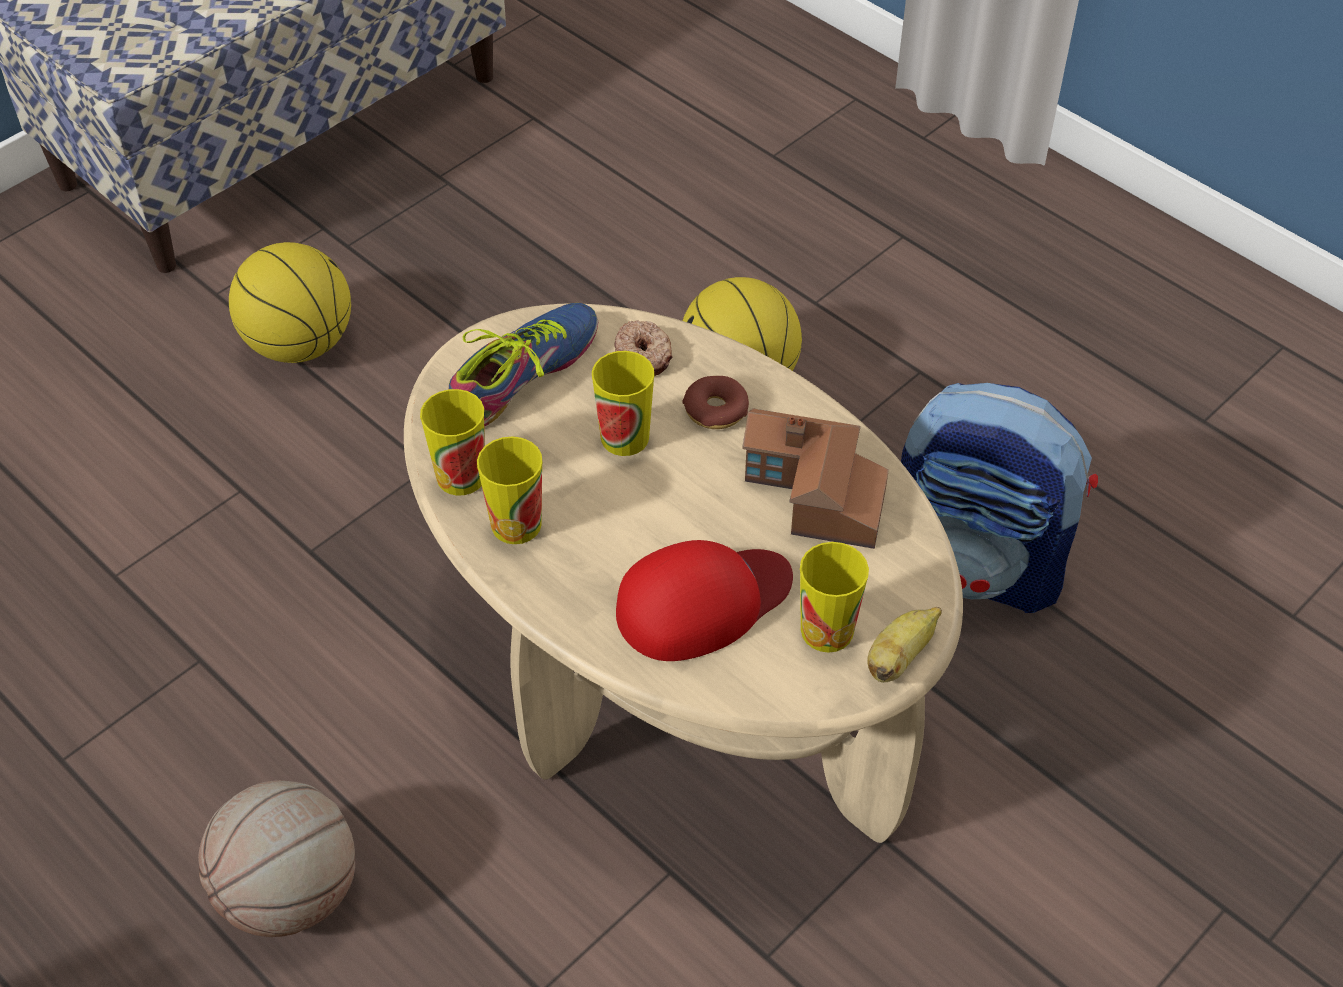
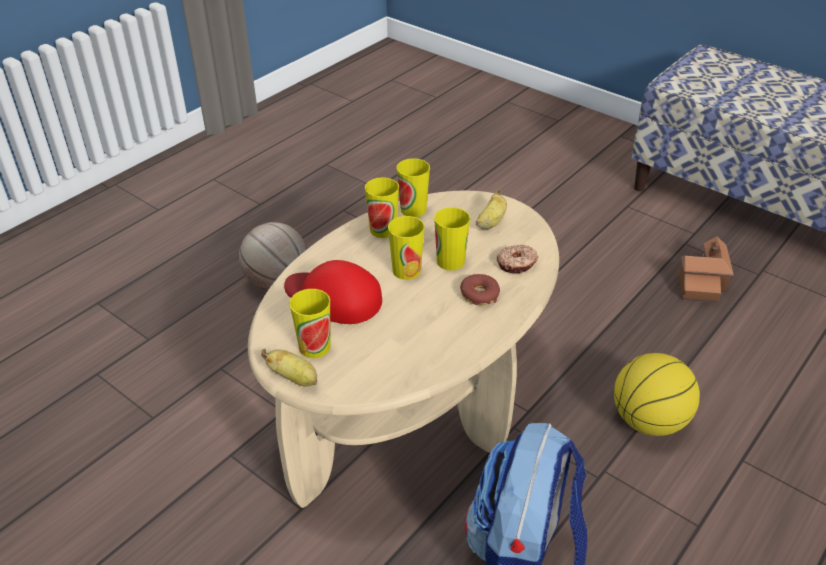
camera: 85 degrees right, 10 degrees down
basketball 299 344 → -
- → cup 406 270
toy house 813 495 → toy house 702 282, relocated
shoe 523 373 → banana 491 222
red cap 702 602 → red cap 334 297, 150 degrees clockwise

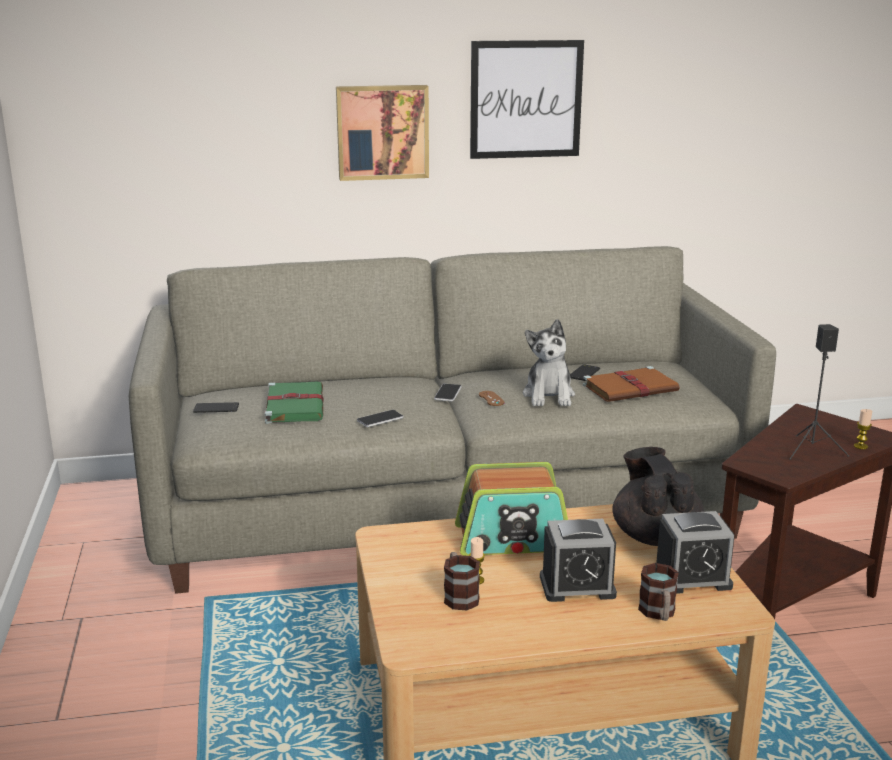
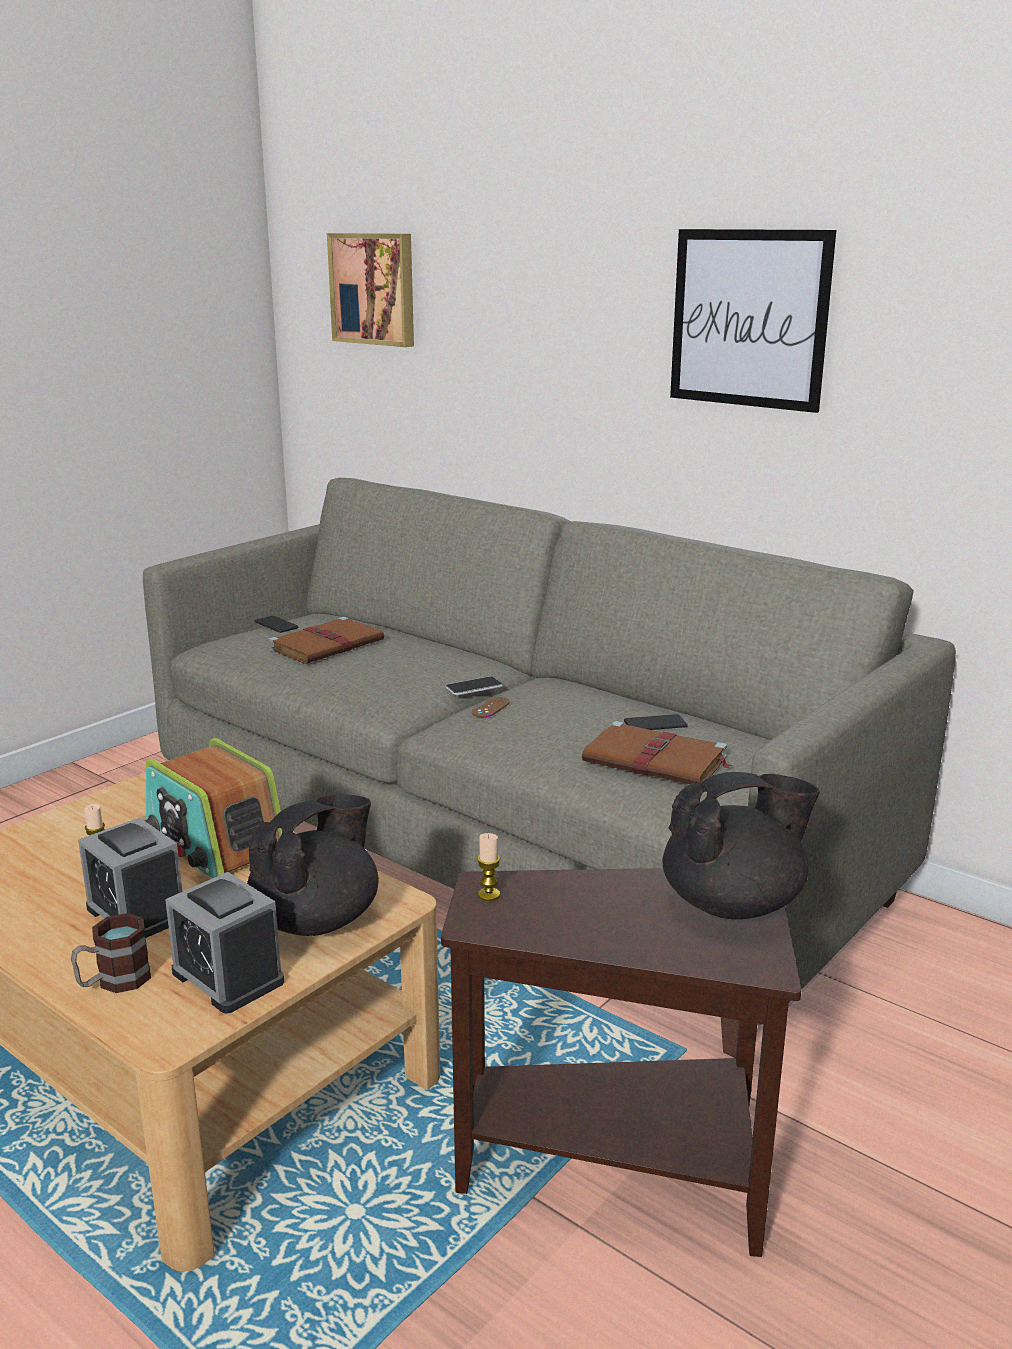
camera: 50 degrees right, 0 degrees up
phone 380 419 → -
mug 459 595 → -
plush toy 549 395 → -
black speaker 812 450 → -
- → black teapot 734 904
picture 382 132 → picture 374 289, relocated
candle 860 446 → candle 489 895, relocated
green book 294 405 → brown book 328 645

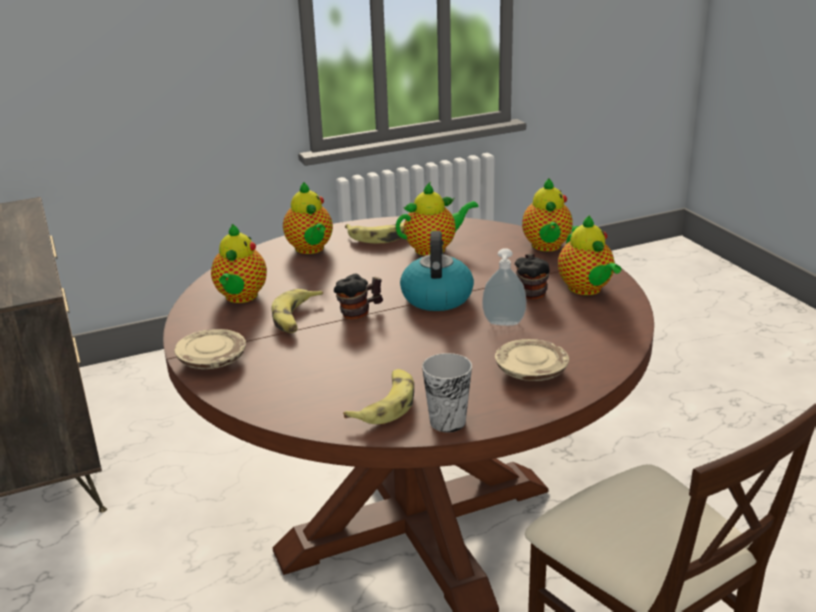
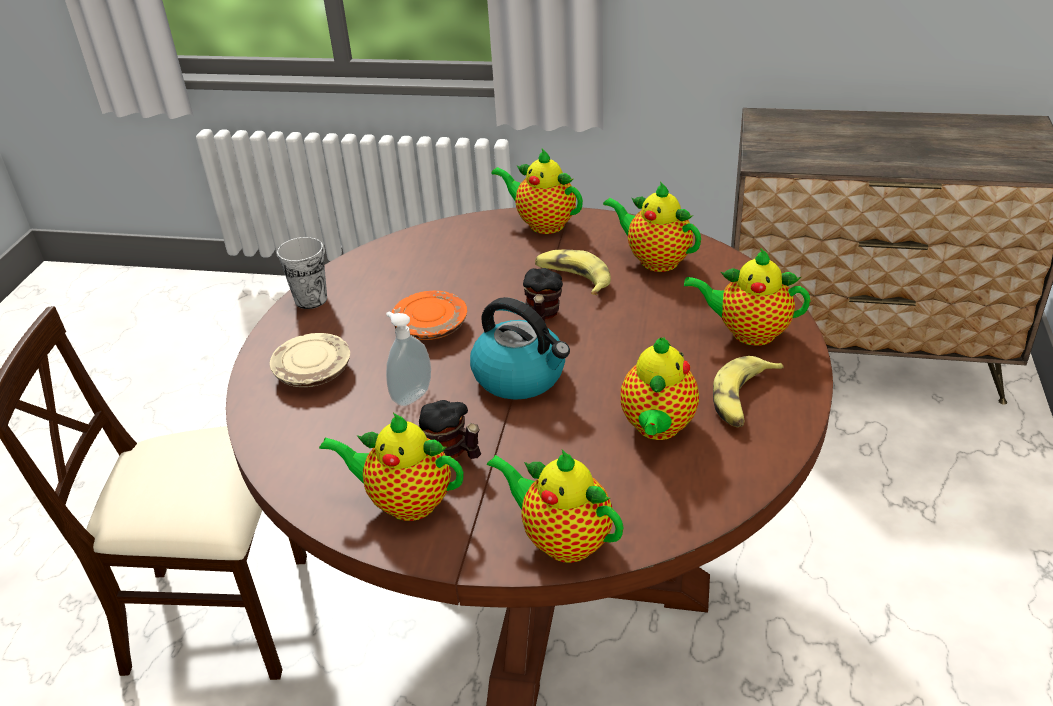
camera: 125 degrees right, 10 degrees up
banana 385 405 → -
- → orange plate 431 326
beige plate 212 360 → teapot 542 224

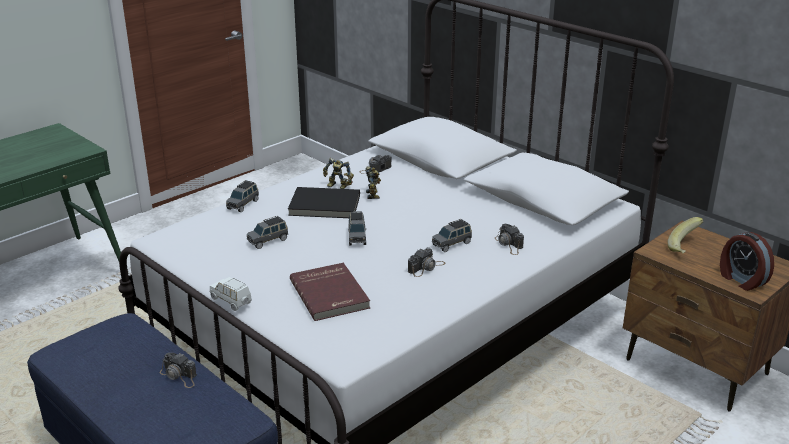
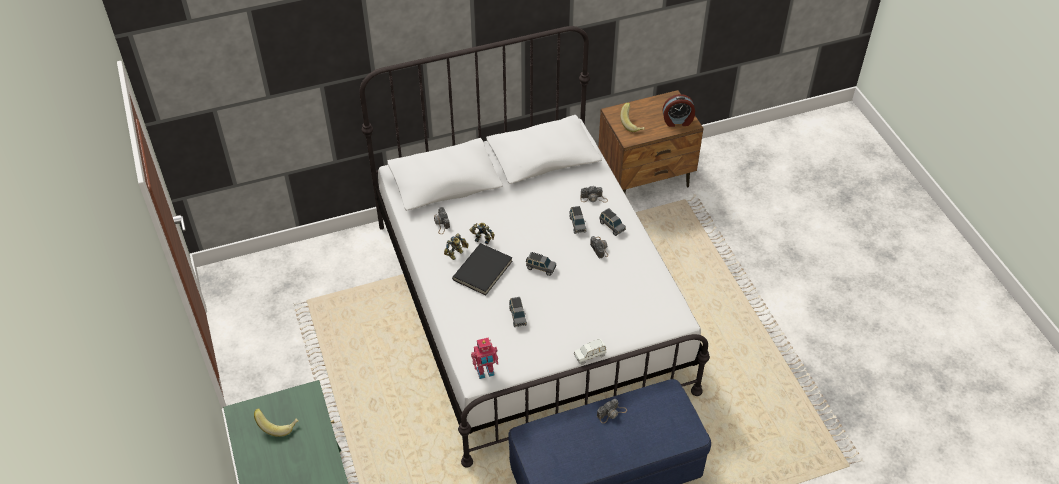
camera: 65 degrees left, 20 degrees up
red book 331 294 → -
- → banana 278 425
- → toy robot 485 372
grey toy car 243 204 → grey toy car 612 226, relocated

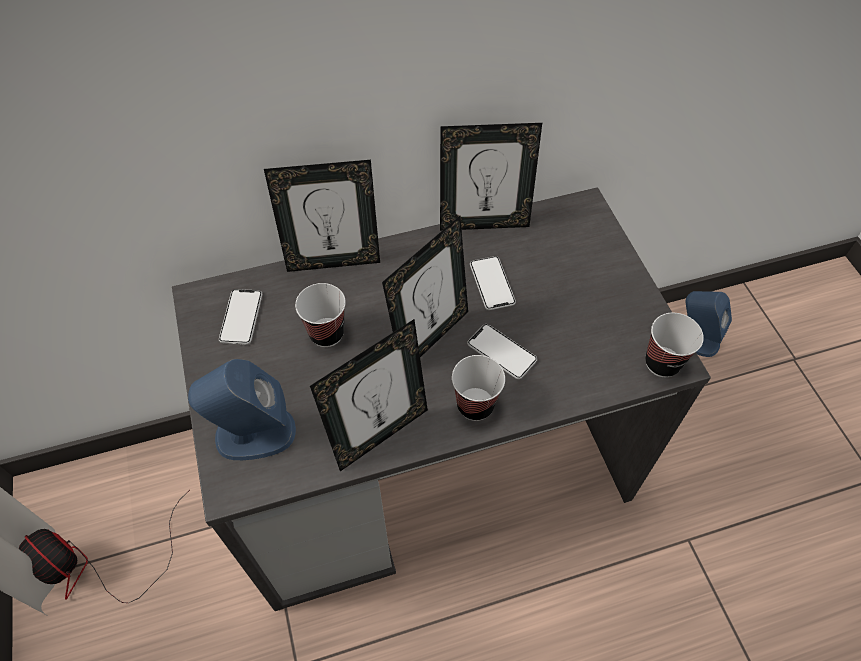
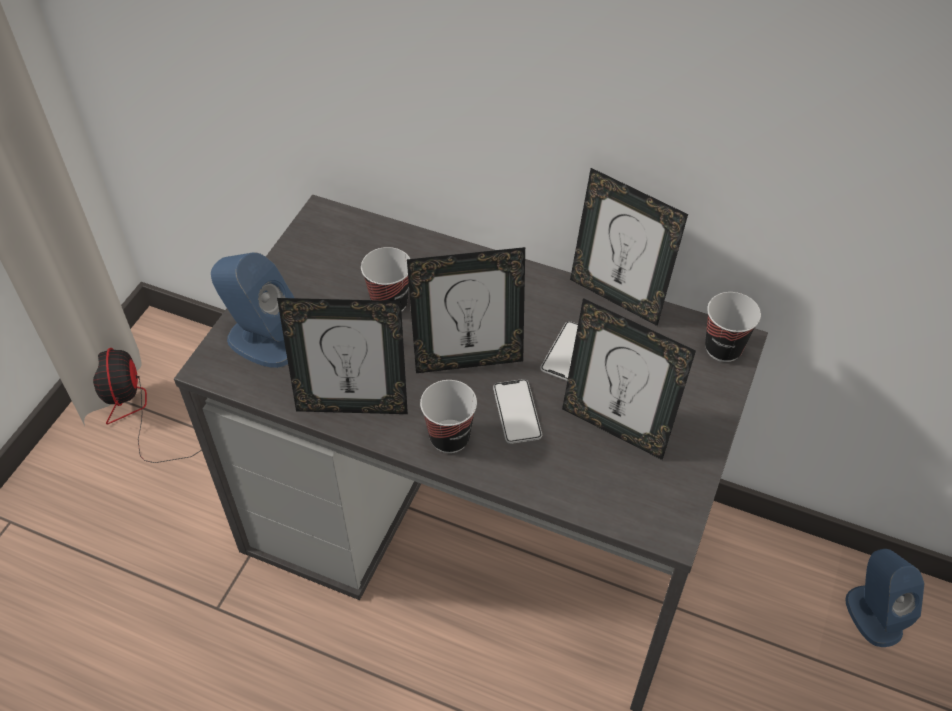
camera: 40 degrees right, 5 degrees down
phone 241 317 → -
picture frame 333 261 → picture frame 615 427, relocated
cup 662 363 → cup 723 348, relocated

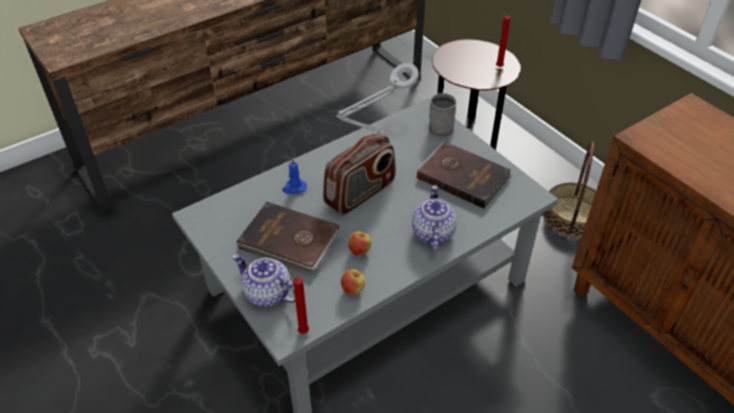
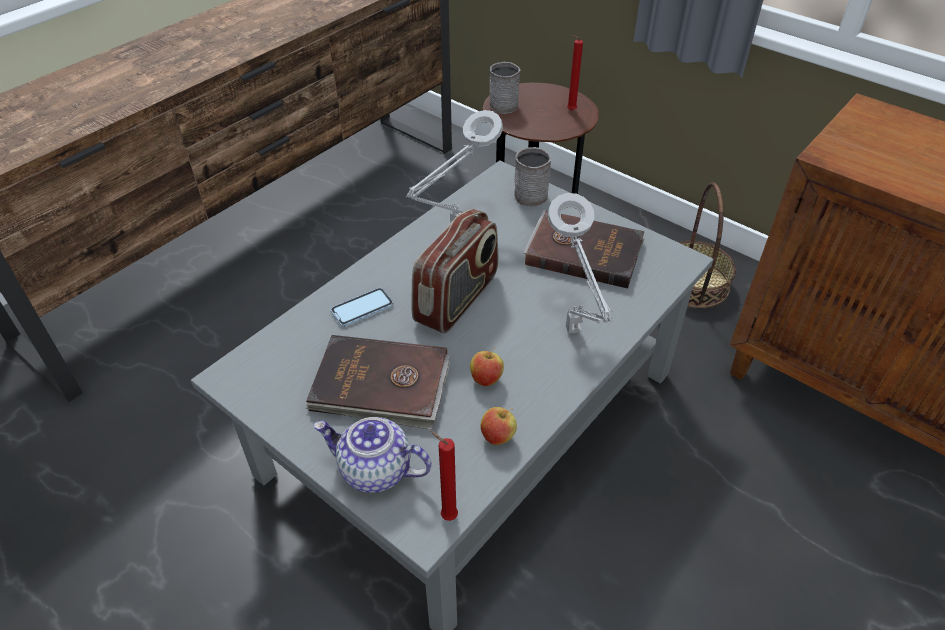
camera: 15 degrees left, 0 degrees up
- → grey mug 502 103
blue candle 294 188 → phone 362 308
teapot 432 233 → grey table lamp 574 333

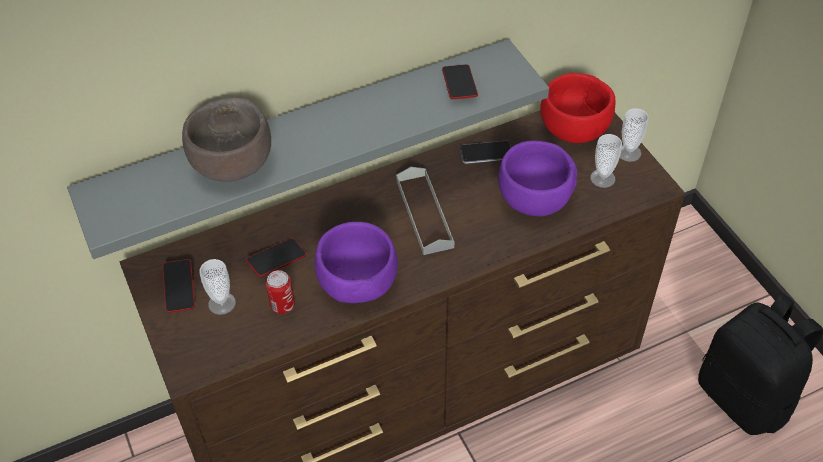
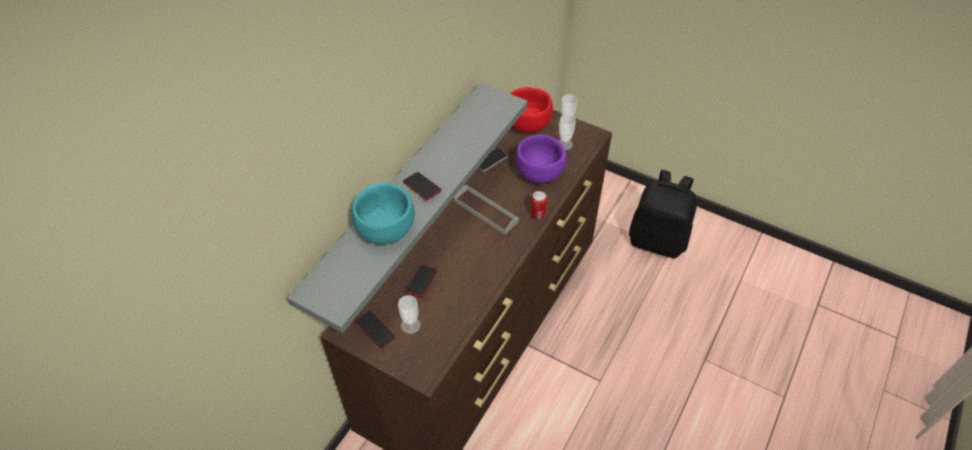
camera: 35 degrees left, 0 degrees up
purple bowl 357 285 → -
can 282 305 → can 538 214, relocated
phone 459 85 → phone 422 188, relocated
brown bowl 233 165 → turquoise bowl 386 230

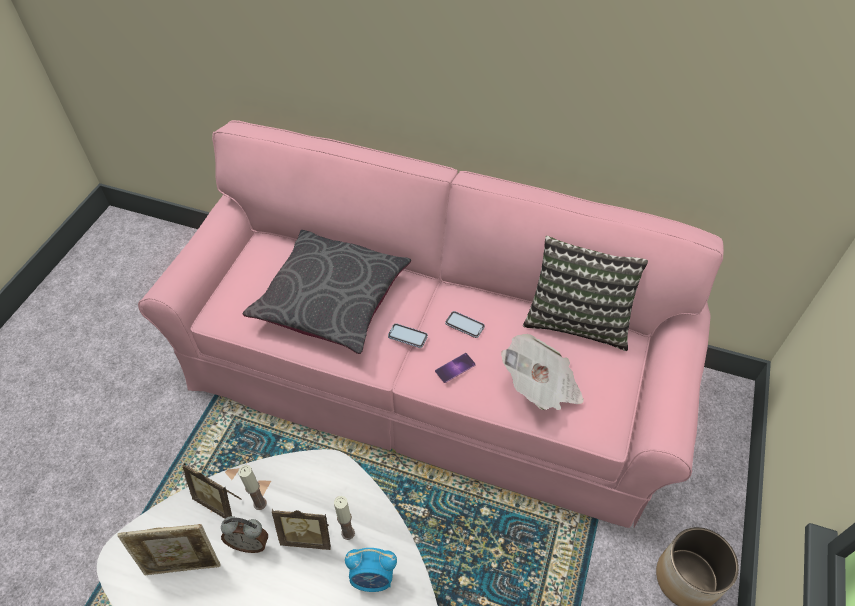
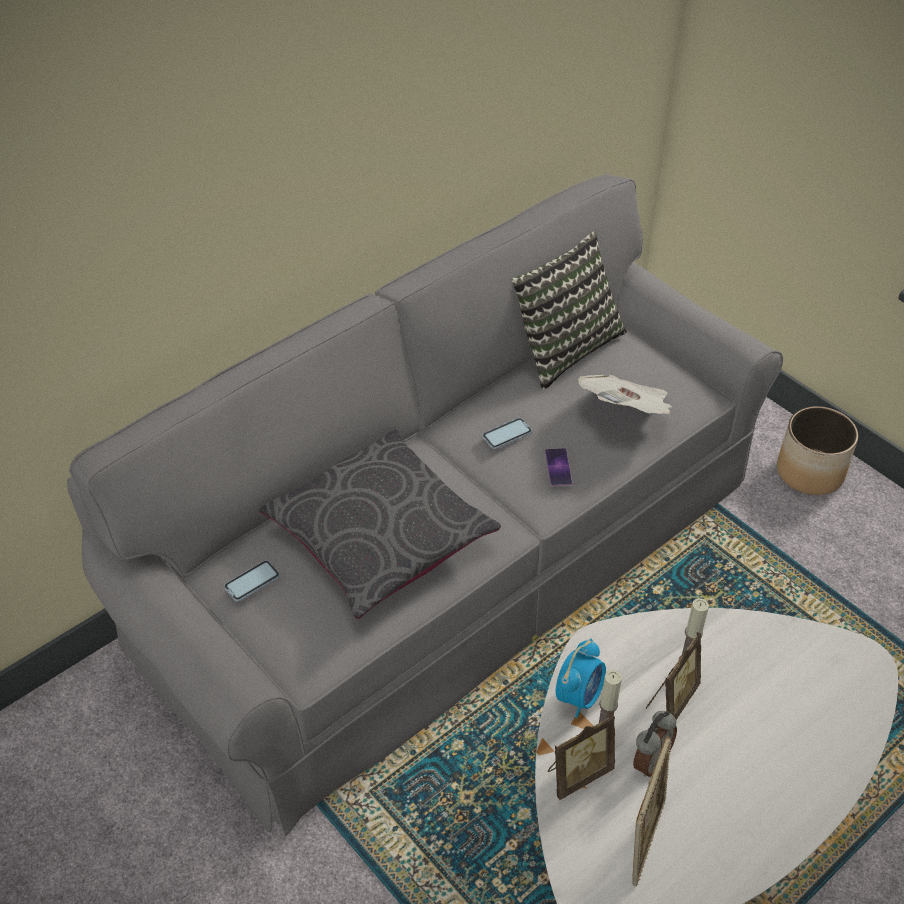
camera: 60 degrees left, 5 degrees down
alarm clock 373 578 → alarm clock 579 696, relocated
phone 407 336 → phone 252 582, relocated
pink sofa 428 375 → grey sofa 452 561

